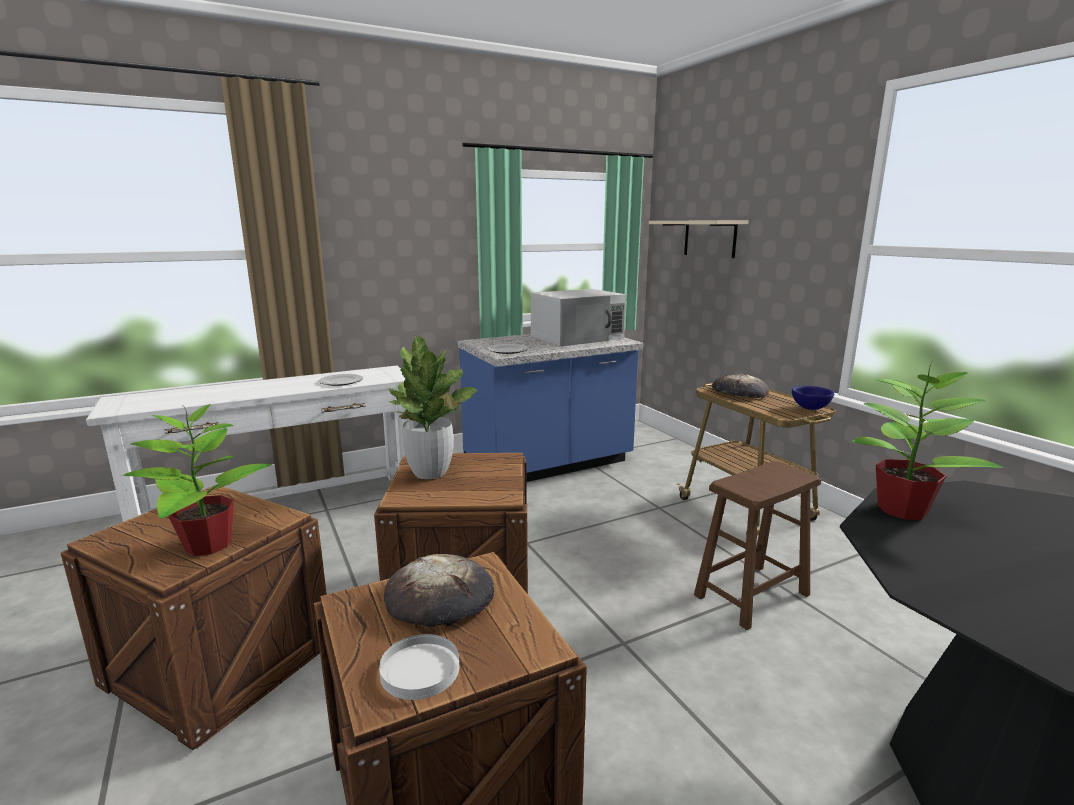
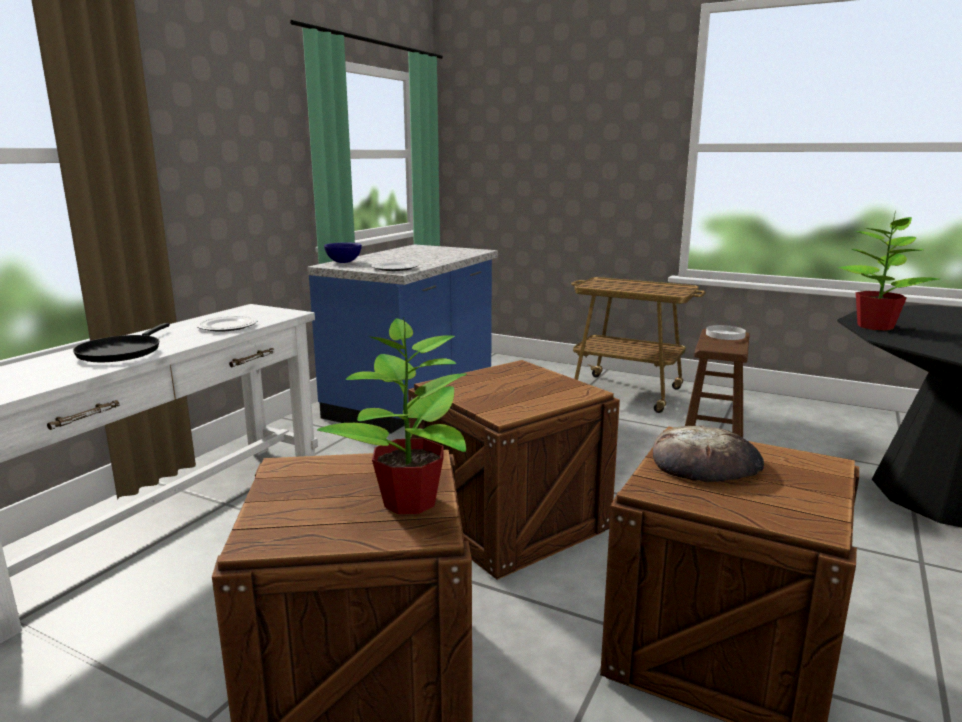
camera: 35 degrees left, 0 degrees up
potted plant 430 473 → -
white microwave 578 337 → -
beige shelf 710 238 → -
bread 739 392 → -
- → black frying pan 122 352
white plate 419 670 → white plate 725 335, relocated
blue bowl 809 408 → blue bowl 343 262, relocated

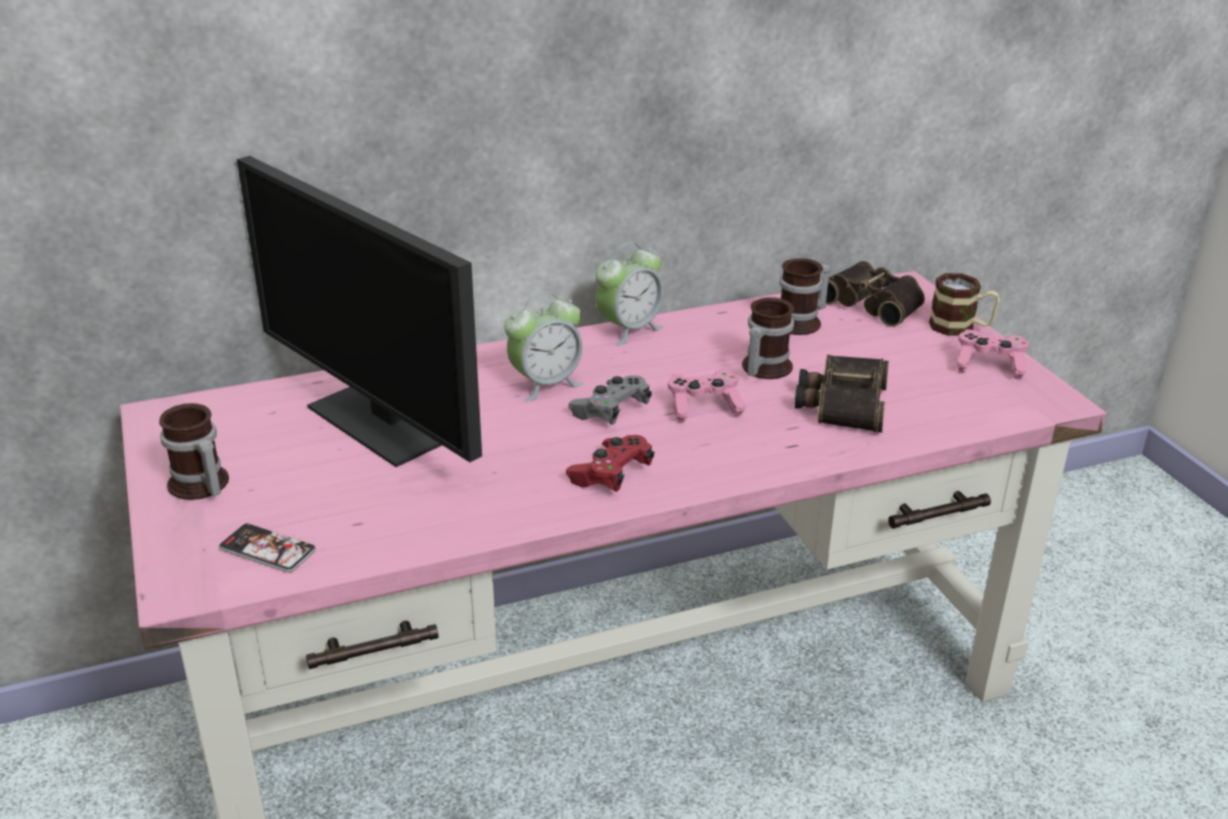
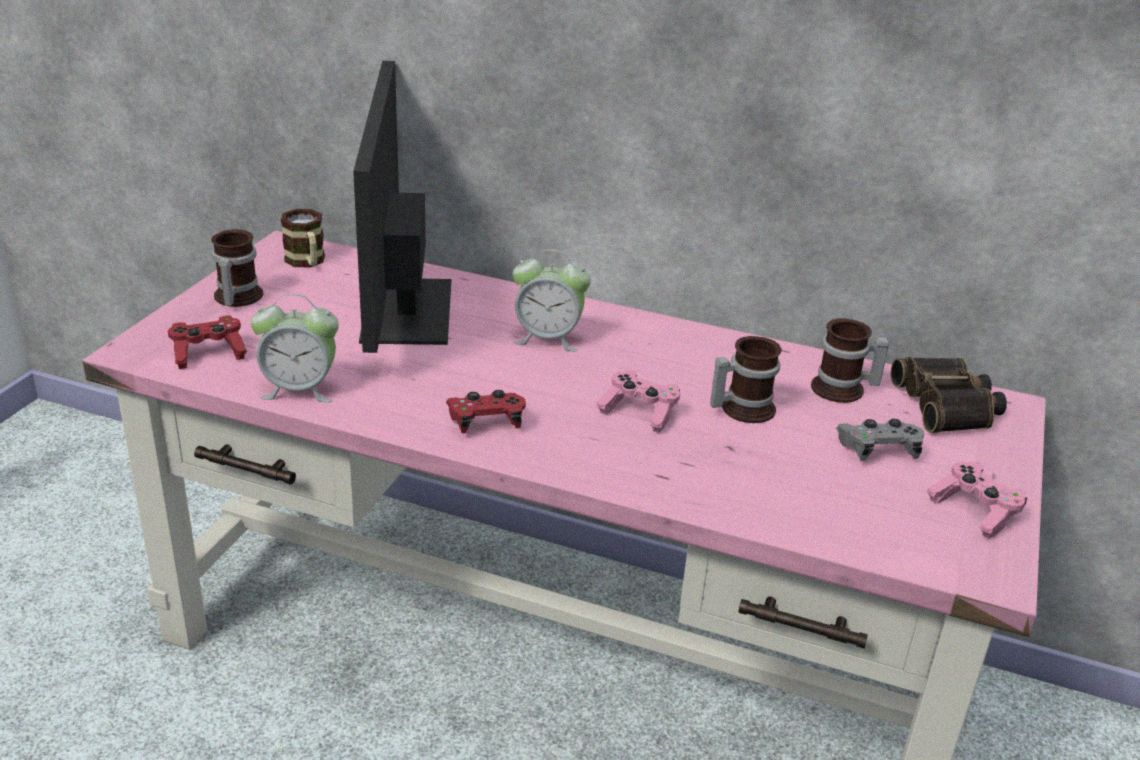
camera: 40 degrees right, 0 degrees up
binoculars 842 403 → -
grey game controller 611 411 → grey game controller 878 450, relocated
alarm clock 629 330 → alarm clock 299 389, relocated
mug 960 328 → mug 307 262, relocated
phone 267 549 → red game controller 208 353

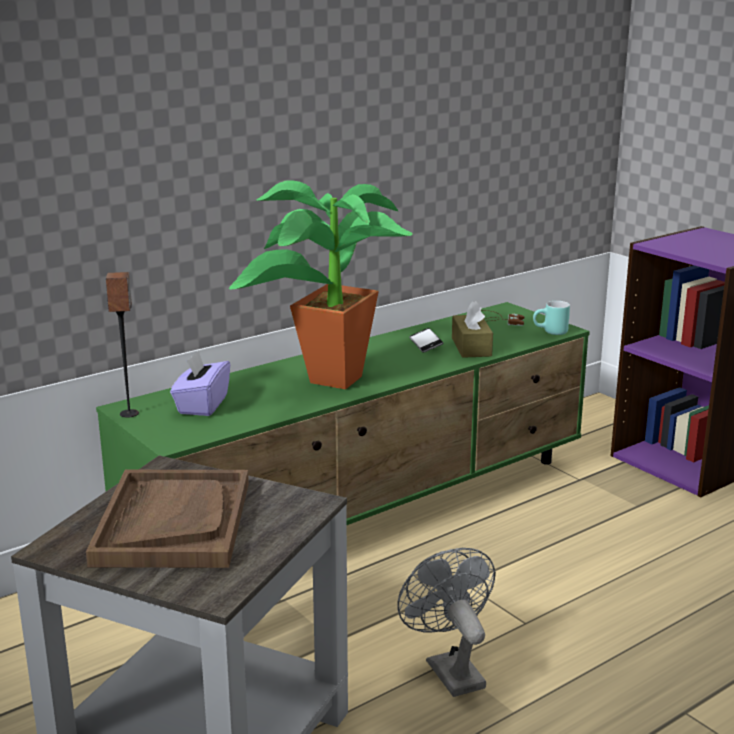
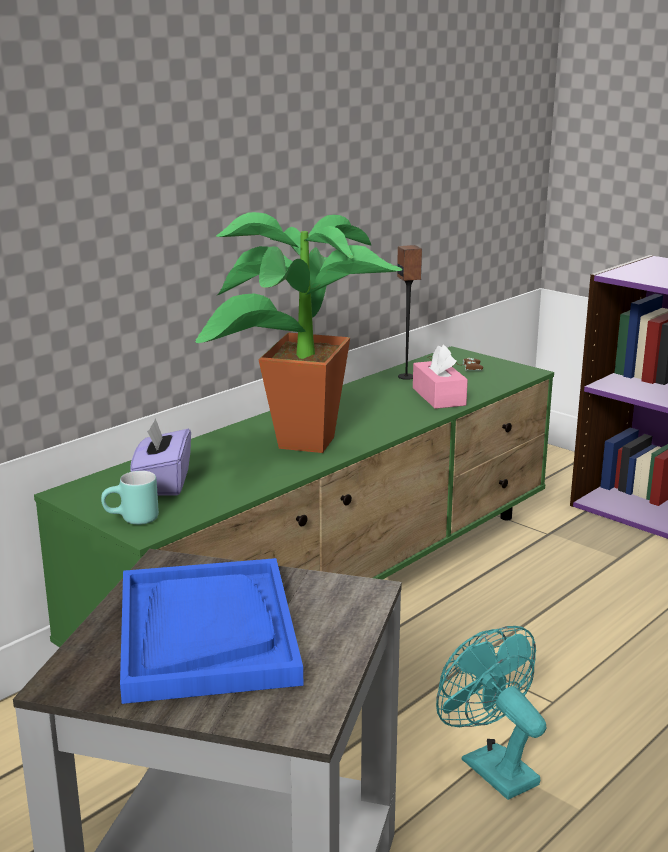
camera: 10 degrees left, 0 degrees up
phone 426 344 → -
speaker 129 413 → speaker 406 376, relocated
turquoise mug 551 333 → turquoise mug 132 521, relocated
brown tray 173 522 → blue tray 206 632
grey fan 449 669 → turquoise fan 490 766
brown tissue box 471 347 → pink tissue box 438 396

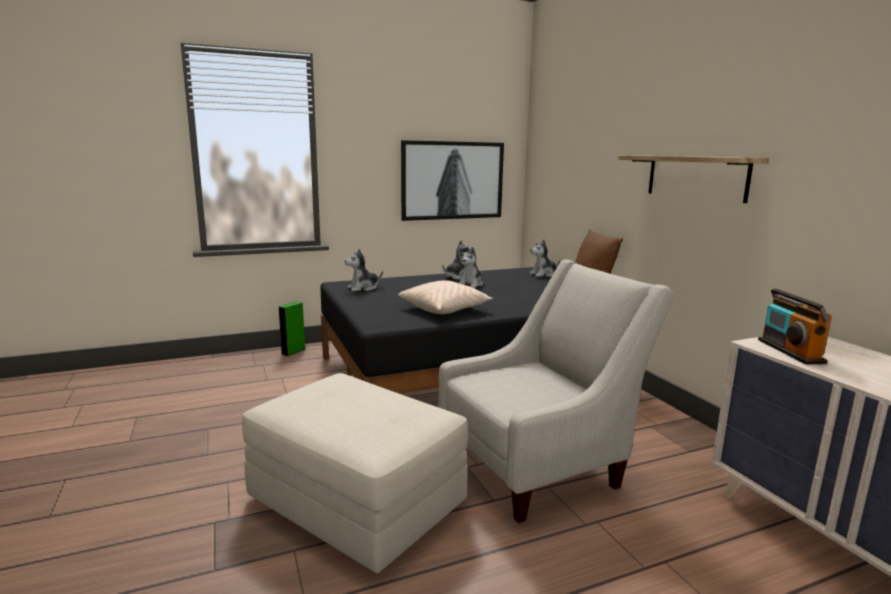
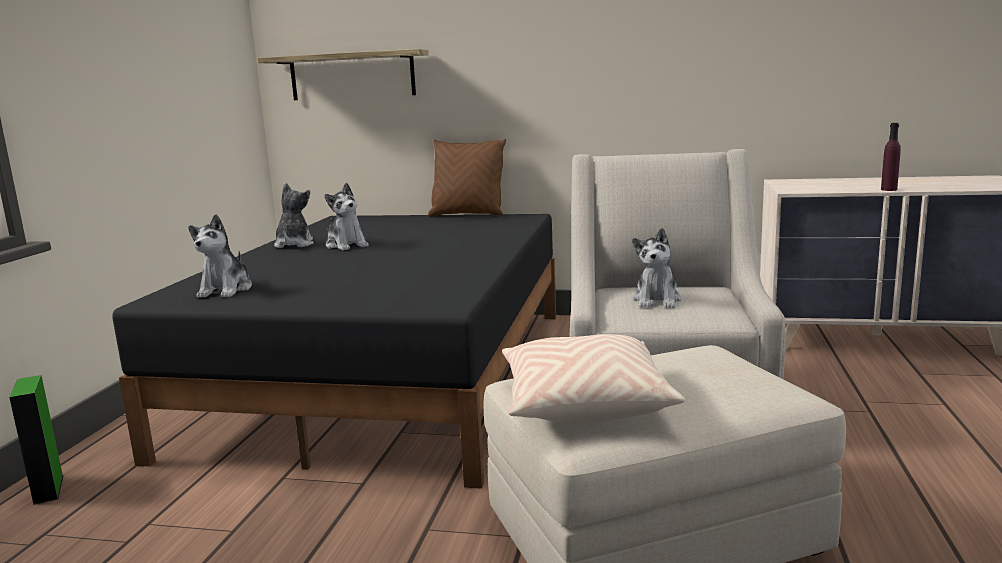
camera: 55 degrees left, 0 degrees up
picture 452 180 → -
radio 790 351 → -
- → purple bottle 889 189
beige pillow 445 309 → beige pillow 583 403, relocated
plush toy 543 274 → plush toy 657 300, relocated
shelf 695 177 → shelf 352 76, relocated

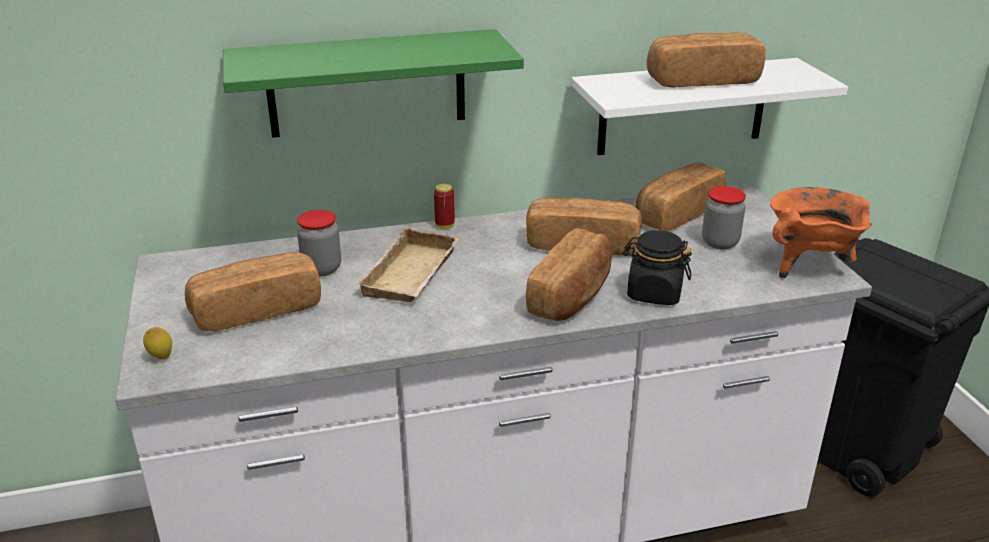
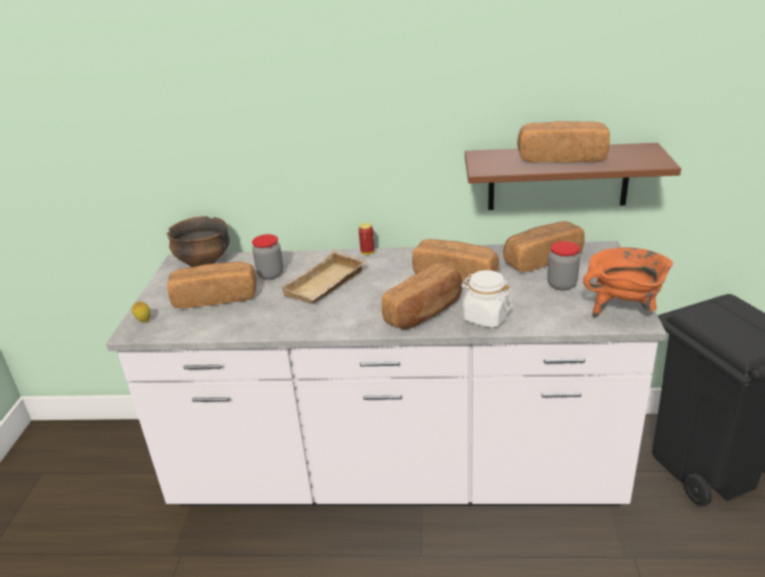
camera: 20 degrees right, 0 degrees up
green shelf 367 83 → -
- → bowl 203 262
white shelf 683 107 → brown shelf 558 177
black jar 654 293 → white jar 486 317

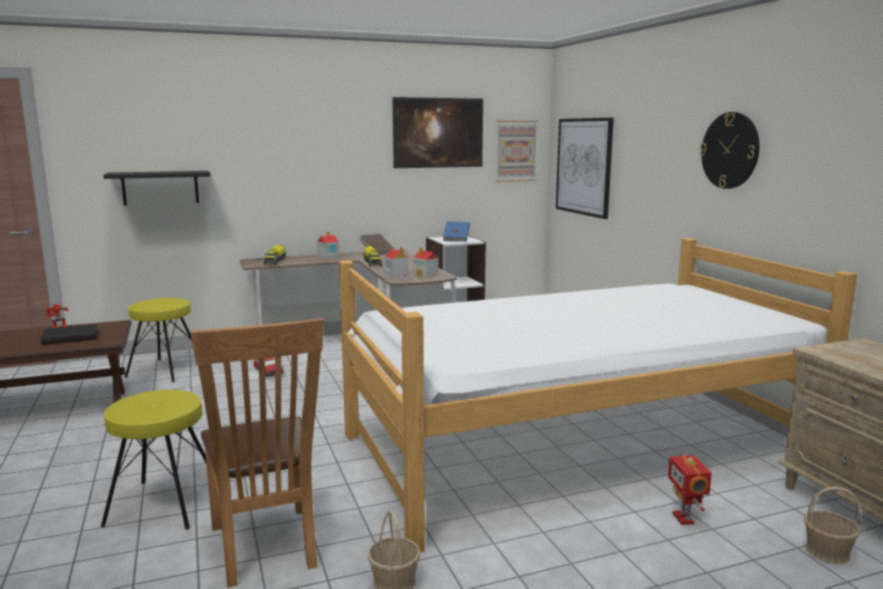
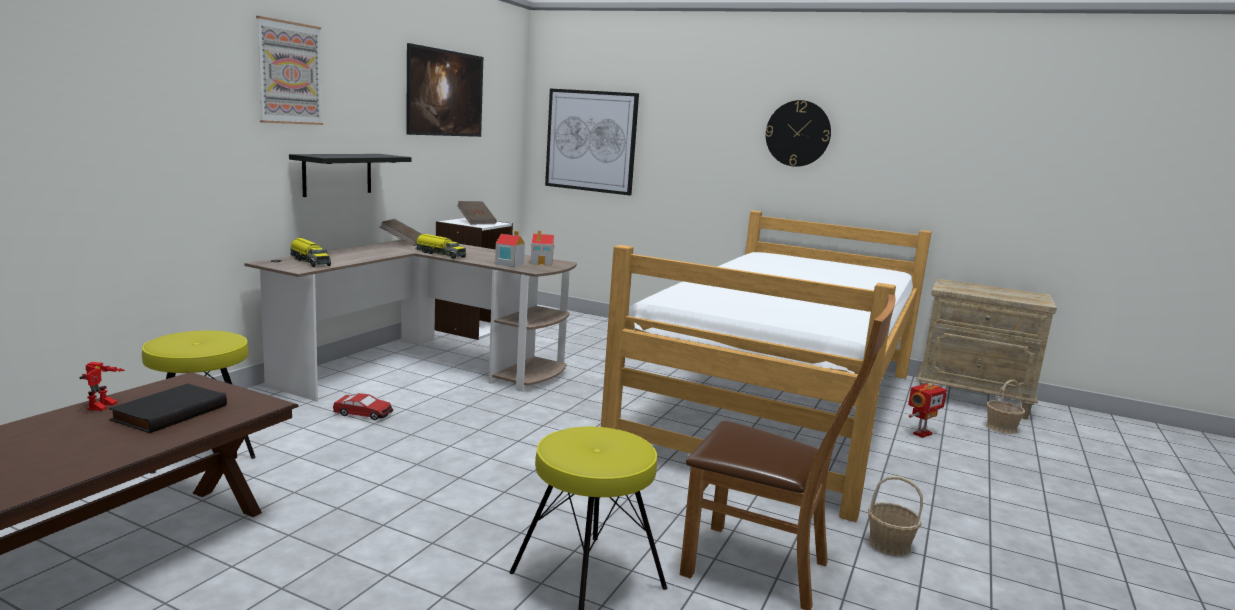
camera: 45 degrees left, 0 degrees up
toy house 328 256 → -
black shelf 160 187 → black shelf 337 174, relocated
picture 516 151 → picture 289 73, relocated
blue book 456 239 → brown book 476 222
toy robot 684 518 → toy robot 921 433, 75 degrees counterclockwise

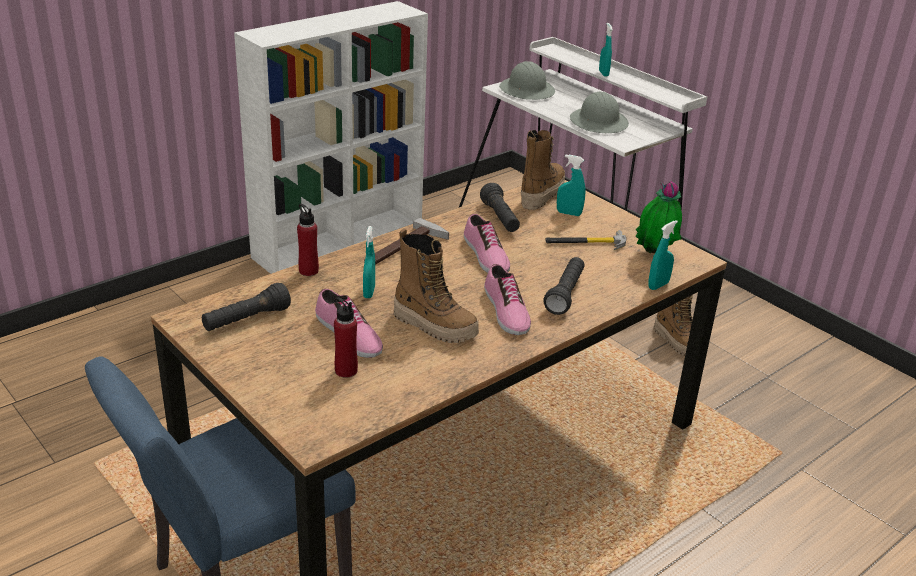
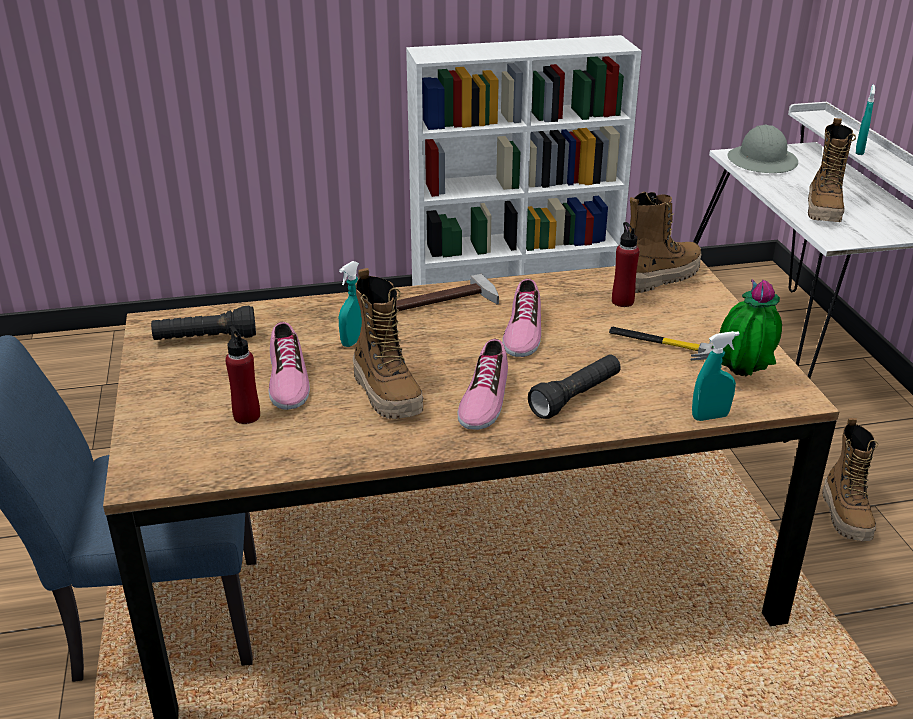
camera: 30 degrees right, 0 degrees up
black flashlight 500 218 → -
turquoise spray bottle 568 213 → -
red bottle 308 271 → red bottle 622 301, relocated
grey hard hat 599 122 → boot 824 211

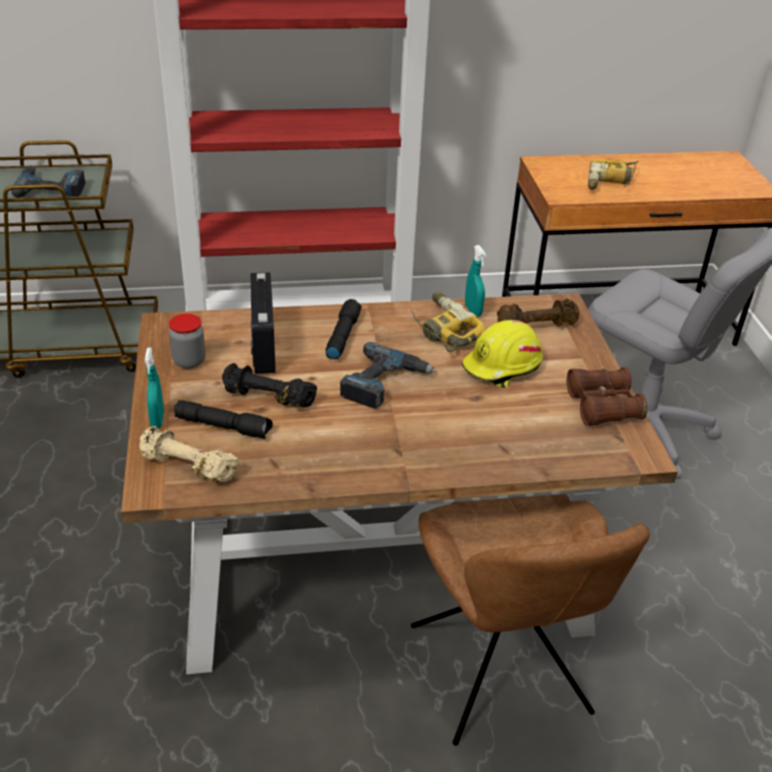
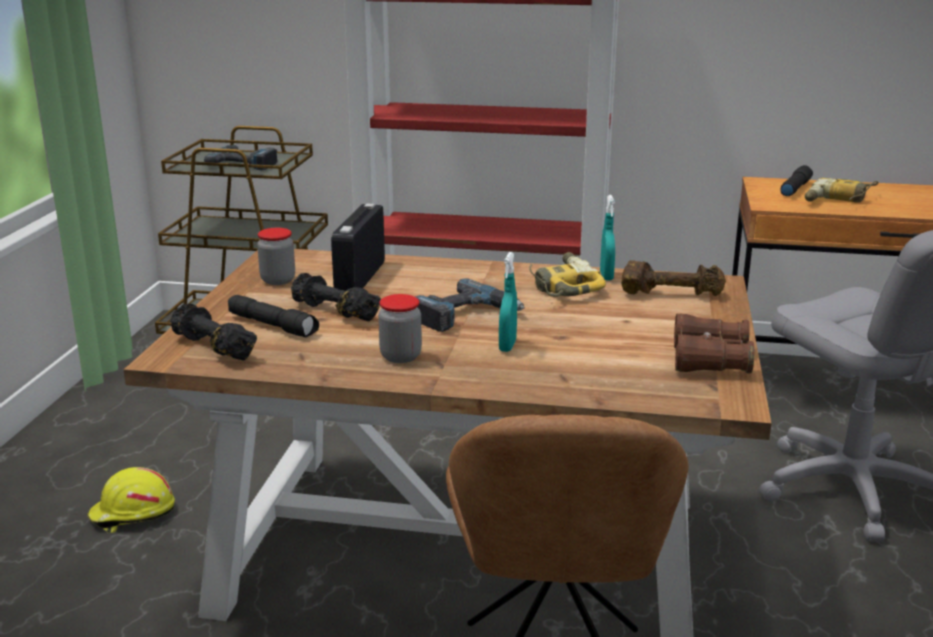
camera: 20 degrees right, 15 degrees down
- → jar 400 356
turquoise spray bottle 157 420 → turquoise spray bottle 507 346, relocated
black flashlight 342 336 → black flashlight 794 188, relocated
yellow hard hat 502 367 → yellow hard hat 132 514, relocated
beige dumbbell 187 467 → black dumbbell 212 348

